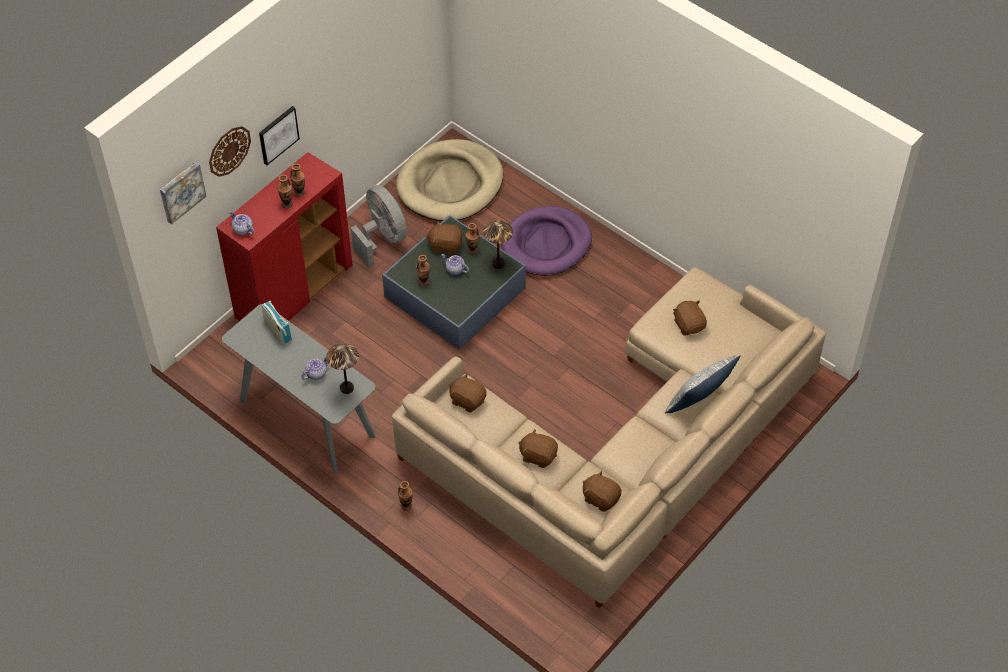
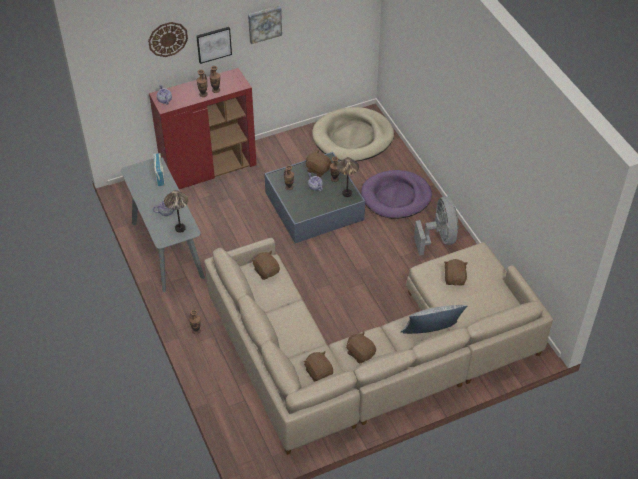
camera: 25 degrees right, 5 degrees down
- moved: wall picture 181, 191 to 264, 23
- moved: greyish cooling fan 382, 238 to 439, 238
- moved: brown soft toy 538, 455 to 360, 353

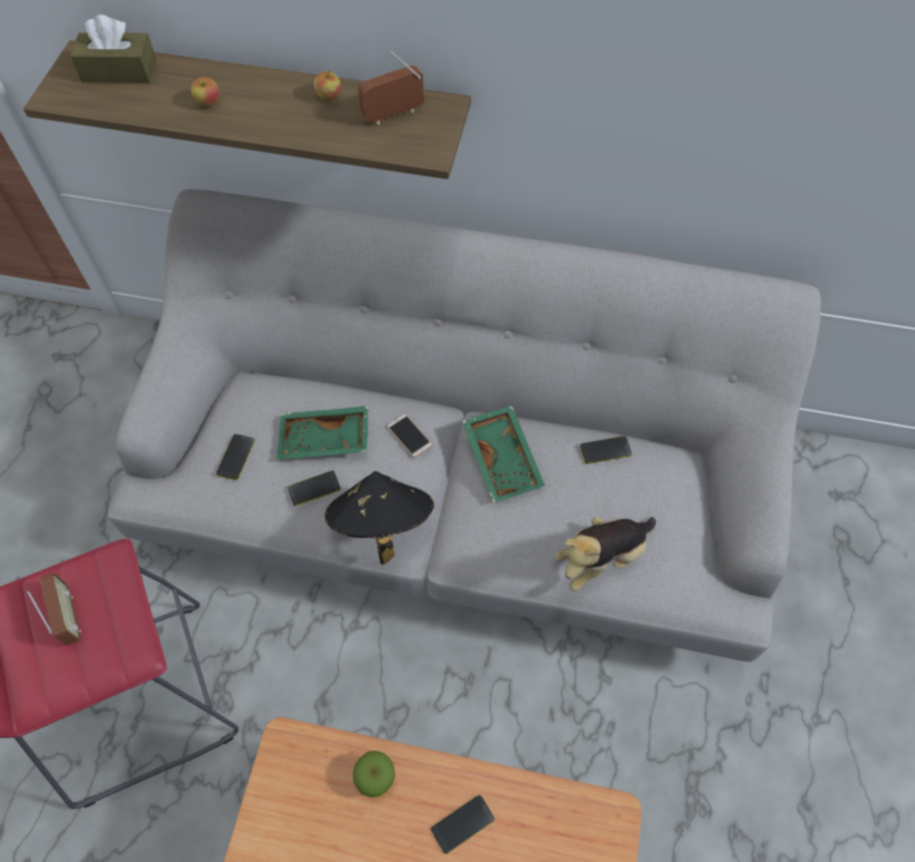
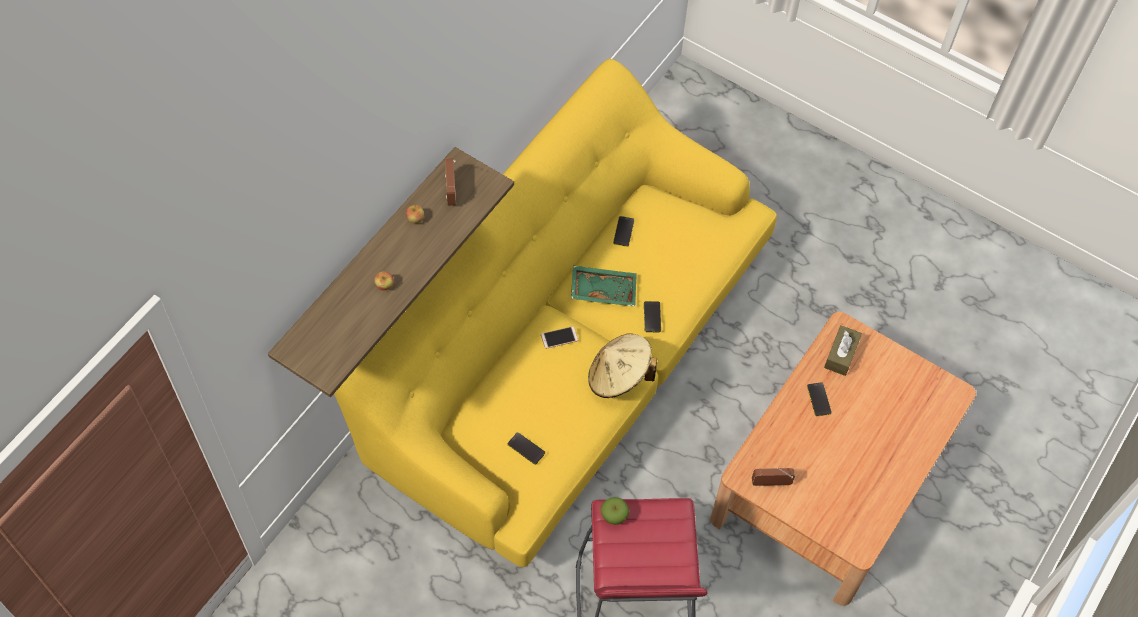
camera: 70 degrees left, 0 degrees up
- removed: greenish tray 324, 441
- removed: soft toy 601, 558
- moved: radio set 69, 617 to 771, 483
- moved: brown tissue box 119, 70 to 841, 355
- moved: handset 314, 488 to 652, 317
- moved: whole apple 376, 777 to 614, 516
- recoloured: greyish settee 457, 493 to yellow-coloured settee 566, 357
- recoloured: black-coloured clothing hat 381, 524 to beige clothing hat 619, 377

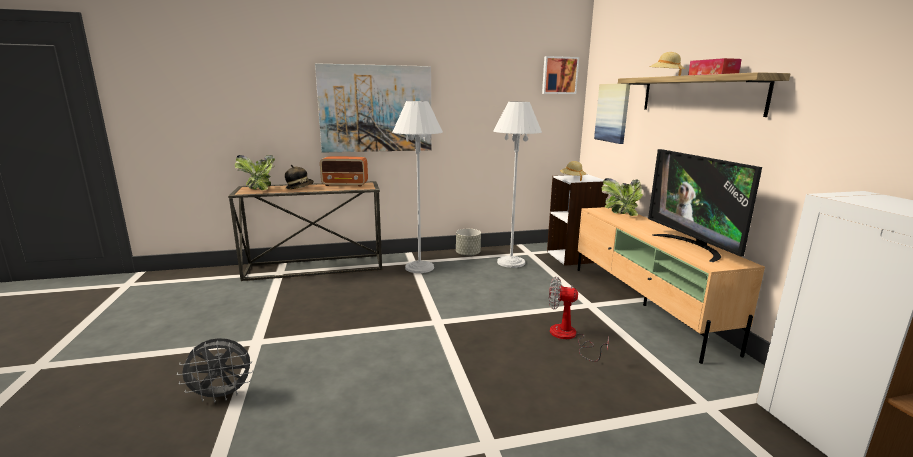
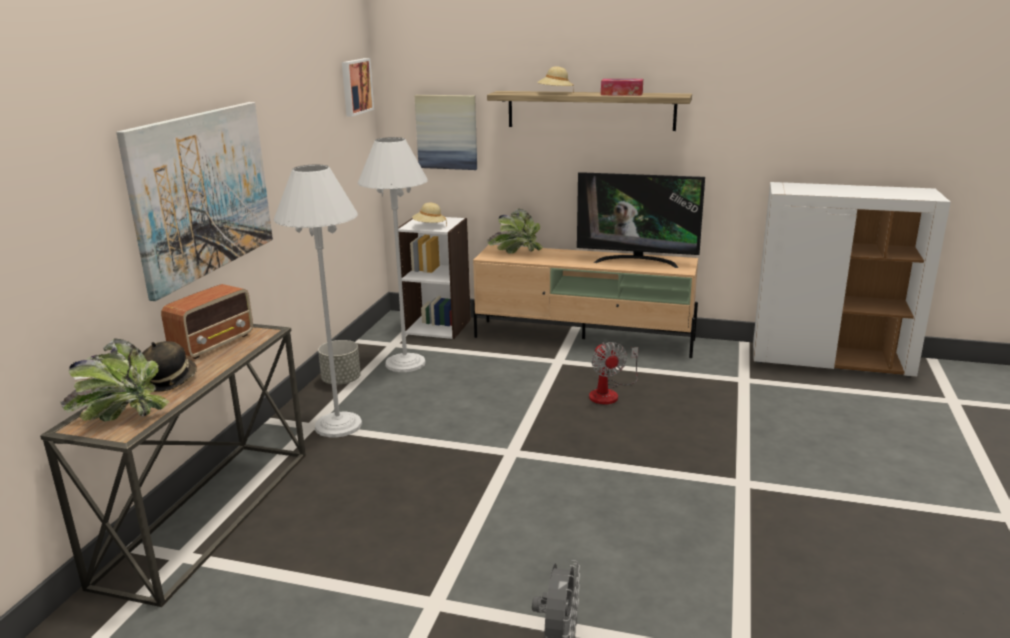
camera: 60 degrees left, 5 degrees up
- turned: cooling fan 569, 337 = 609, 393 60 degrees counterclockwise

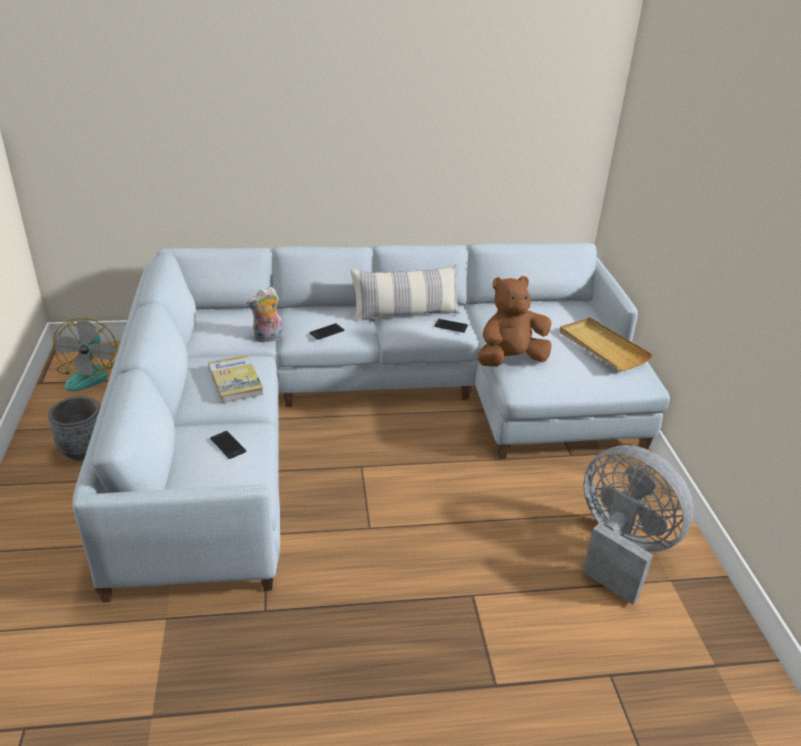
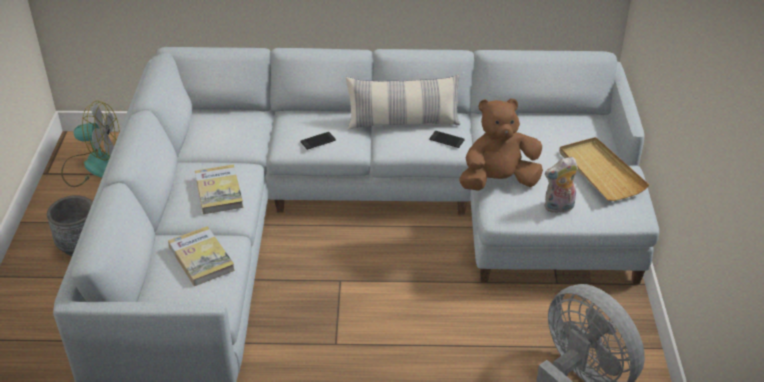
camera: 10 degrees right, 5 degrees up
- moved: soft toy 267, 338 to 559, 208
- replaced: handset 228, 445 to volume 201, 258
- turned: cooling fan 89, 374 = 93, 166 90 degrees counterclockwise

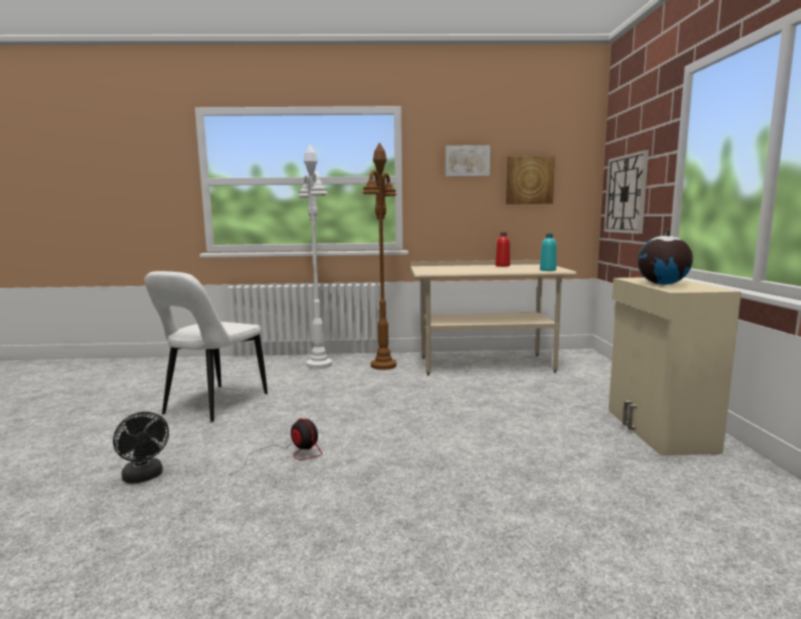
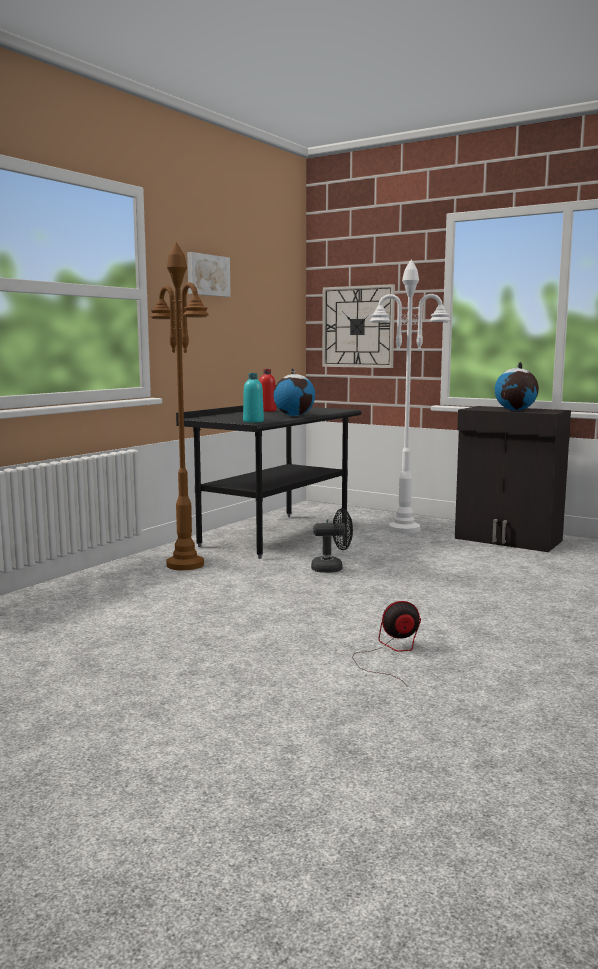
camera: 55 degrees left, 0 degrees up
- removed: white-coloured upright chair 213, 405
- removed: wall picture 529, 180
- added: world globe 294, 415
- moved: black-coloured cooling fan 144, 477 to 332, 568
- moved: white-coloured standing lamp 319, 365 to 404, 529
- moved: turquoise-coloured bottle 547, 270 to 253, 421
- recoloured: beige desk 485, 365 to black-coloured desk 275, 535
- recoloured: beige cabinet 658, 430 to black-coloured cabinet 508, 540

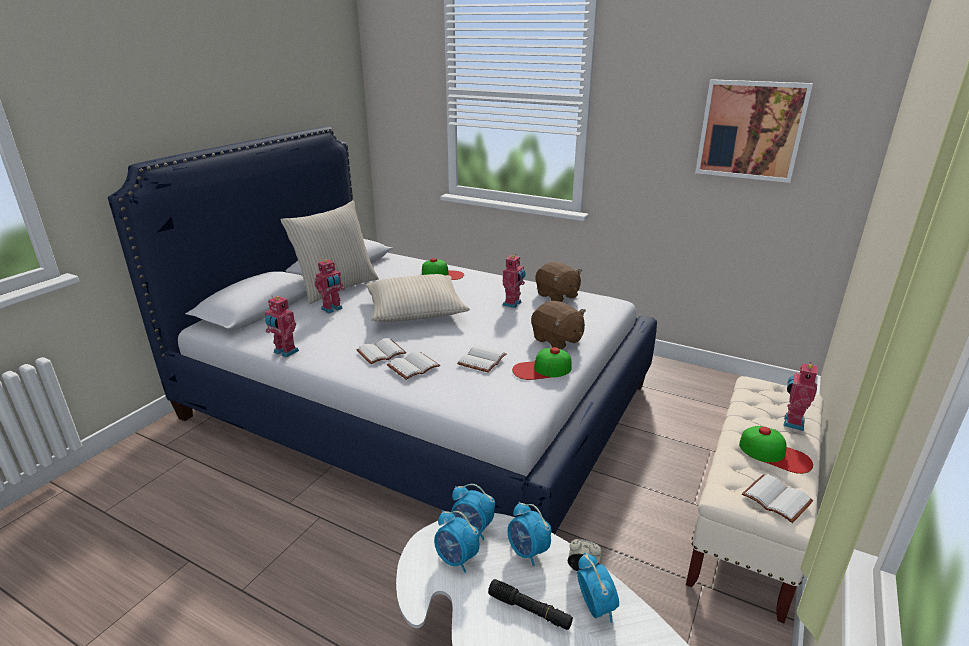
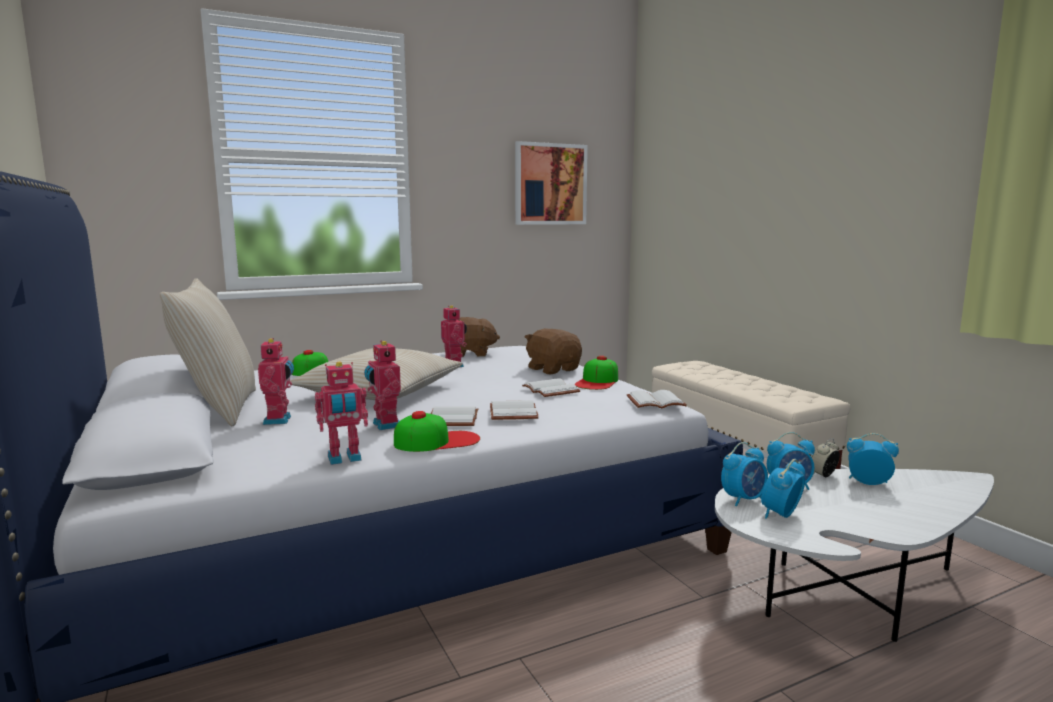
camera: 55 degrees left, 15 degrees down
- removed: black-coloured torch 529, 610
- moved: peaked cap 775, 454 to 437, 441
- moved: white-coloured volume 778, 499 to 656, 402
- moved: model robot 791, 422 to 385, 425
- turned: alarm clock 456, 559 = 780, 515 150 degrees clockwise
- turned: brown soft toy 557, 340 = 553, 369 120 degrees counterclockwise

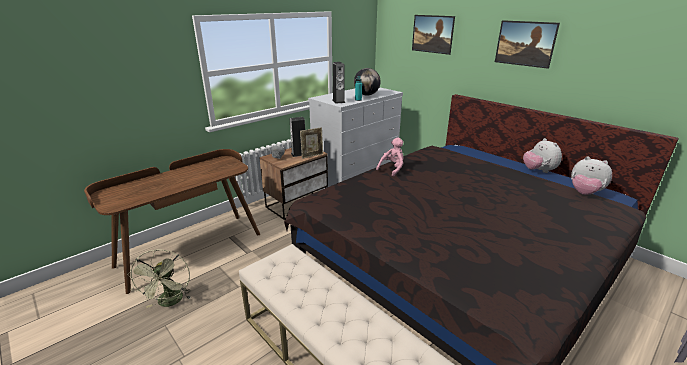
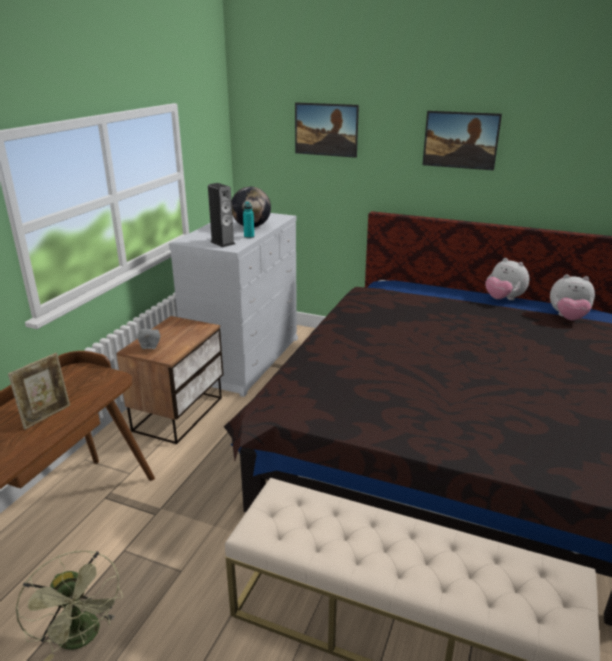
camera: 25 degrees left, 0 degrees up
- removed: loudspeaker 299, 154
- removed: pinkish soft toy 392, 169
- moved: photo frame 312, 156 to 47, 416

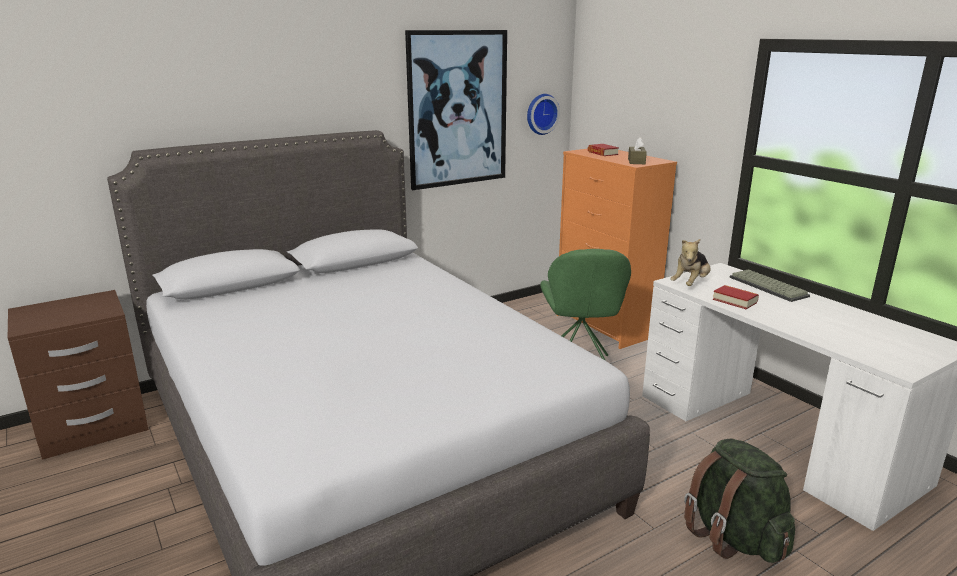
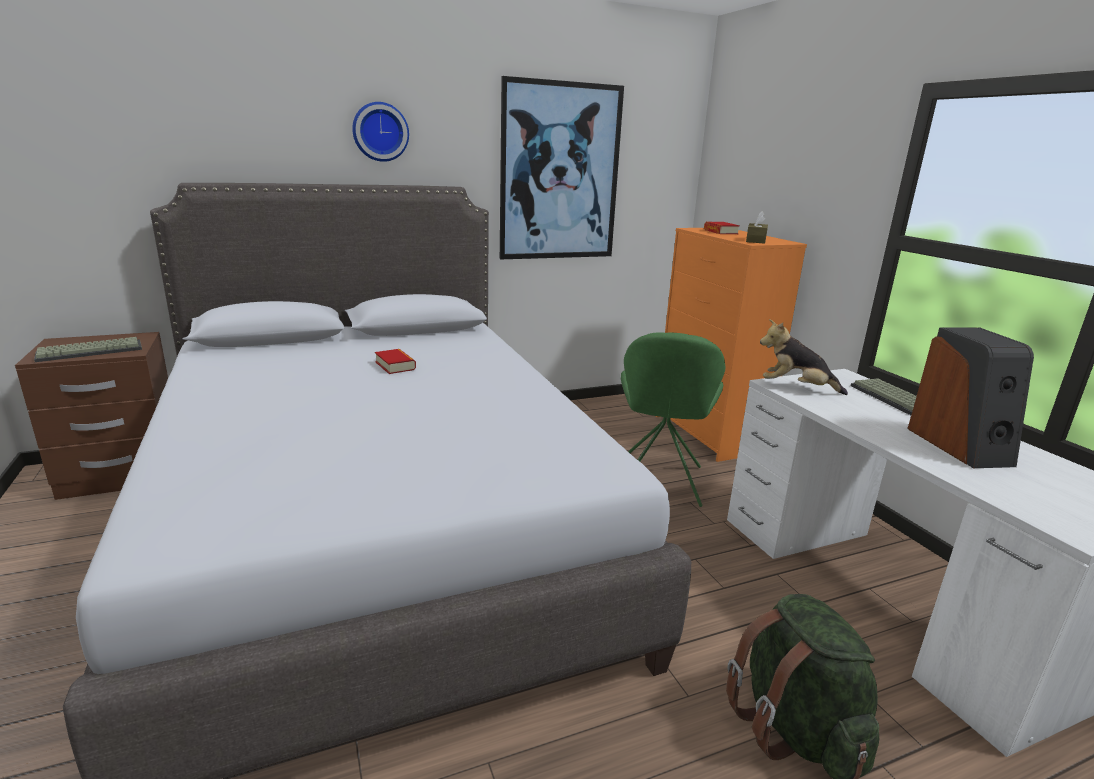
camera: 10 degrees right, 0 degrees up
- added: computer keyboard 91, 350
- added: loudspeaker 960, 446
- moved: wall clock 541, 114 to 380, 132
- moved: volume 735, 301 to 395, 366
- turned: soft toy 690, 284 = 796, 388 60 degrees clockwise

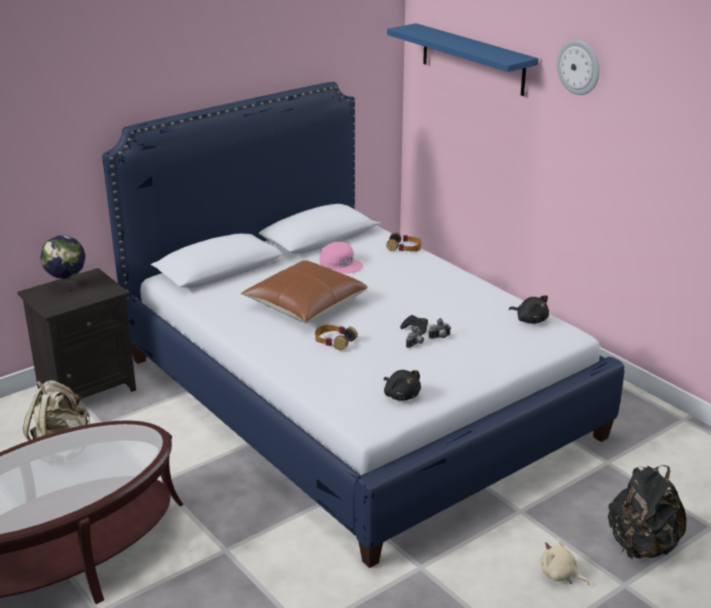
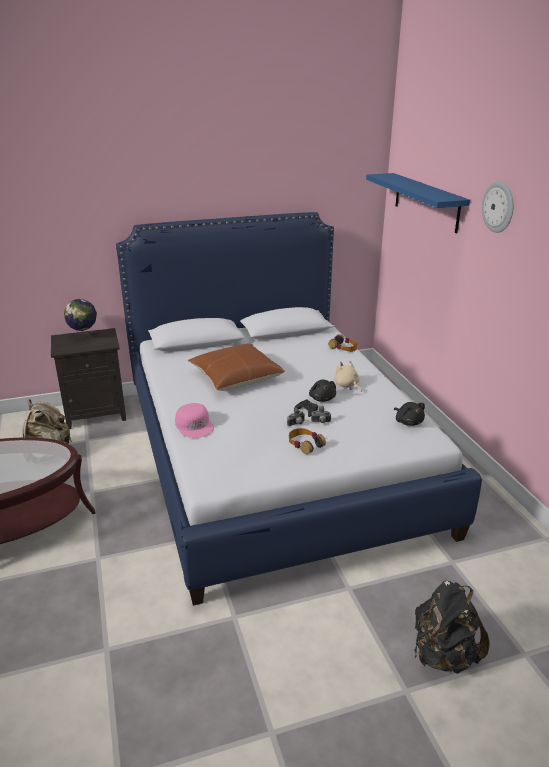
camera: 20 degrees right, 0 degrees up
- moved: headphones 334, 341 to 305, 444
- moved: pinkish peaked cap 341, 264 to 195, 425
- moved: black-coloured soft toy 401, 395 to 322, 398
- moved: beige soft toy 560, 575 to 347, 385

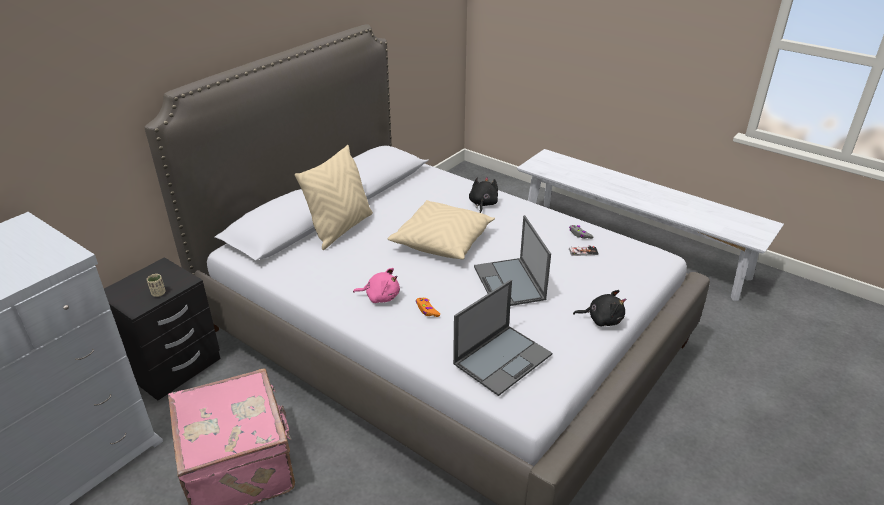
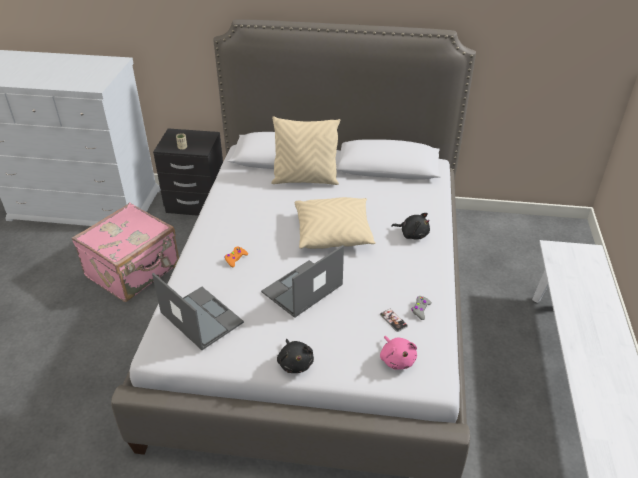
camera: 60 degrees right, 5 degrees up
- moved: pinkish soft toy 380, 297 to 397, 359
- turned: notebook computer 503, 358 = 200, 317 150 degrees counterclockwise
- turned: black-coloured soft toy 483, 204 = 412, 234 45 degrees clockwise

